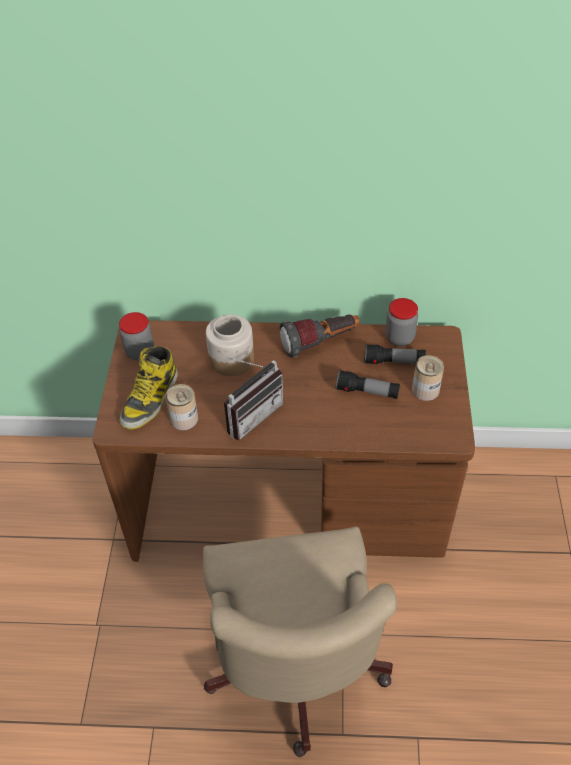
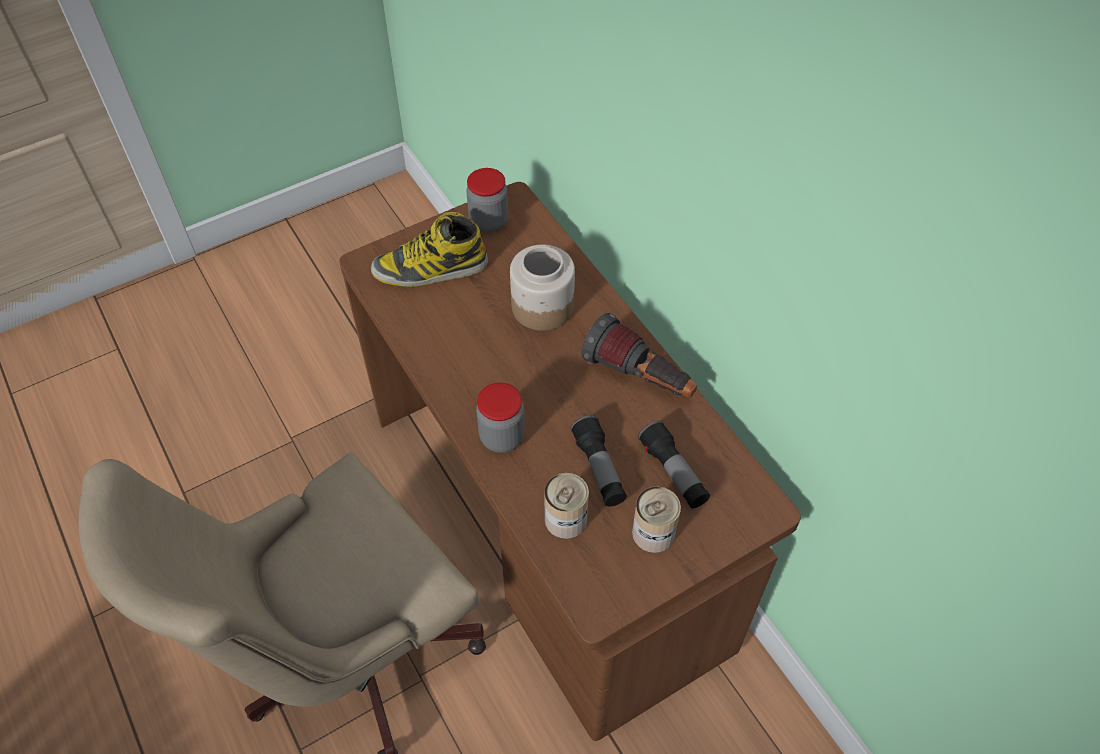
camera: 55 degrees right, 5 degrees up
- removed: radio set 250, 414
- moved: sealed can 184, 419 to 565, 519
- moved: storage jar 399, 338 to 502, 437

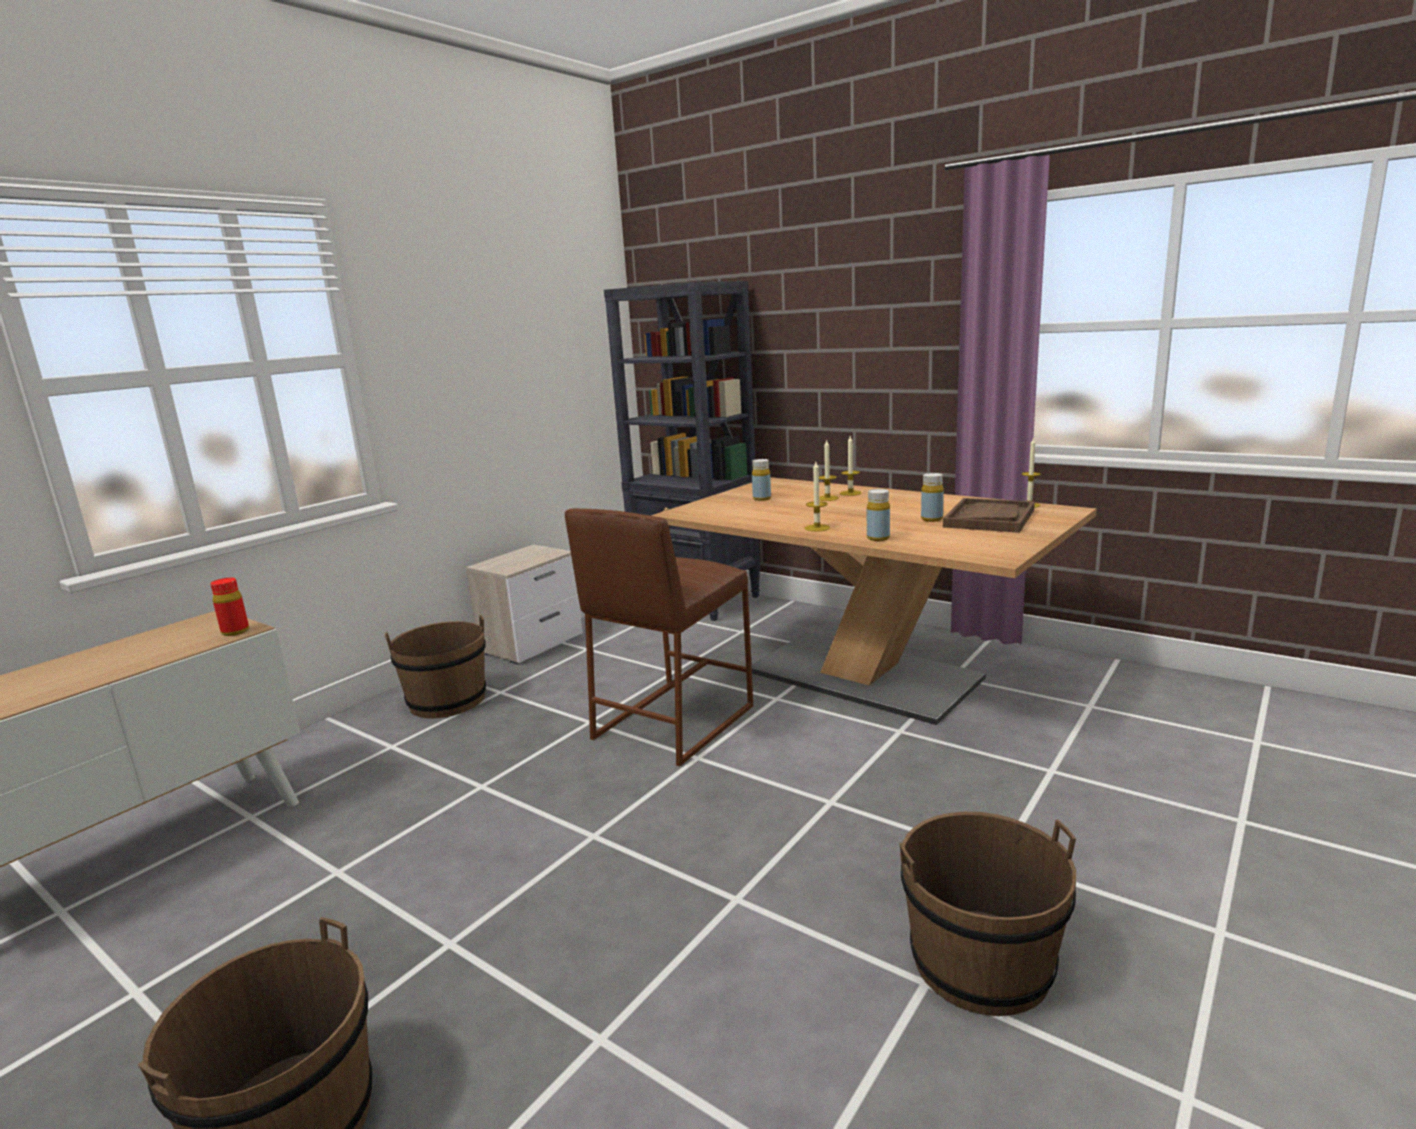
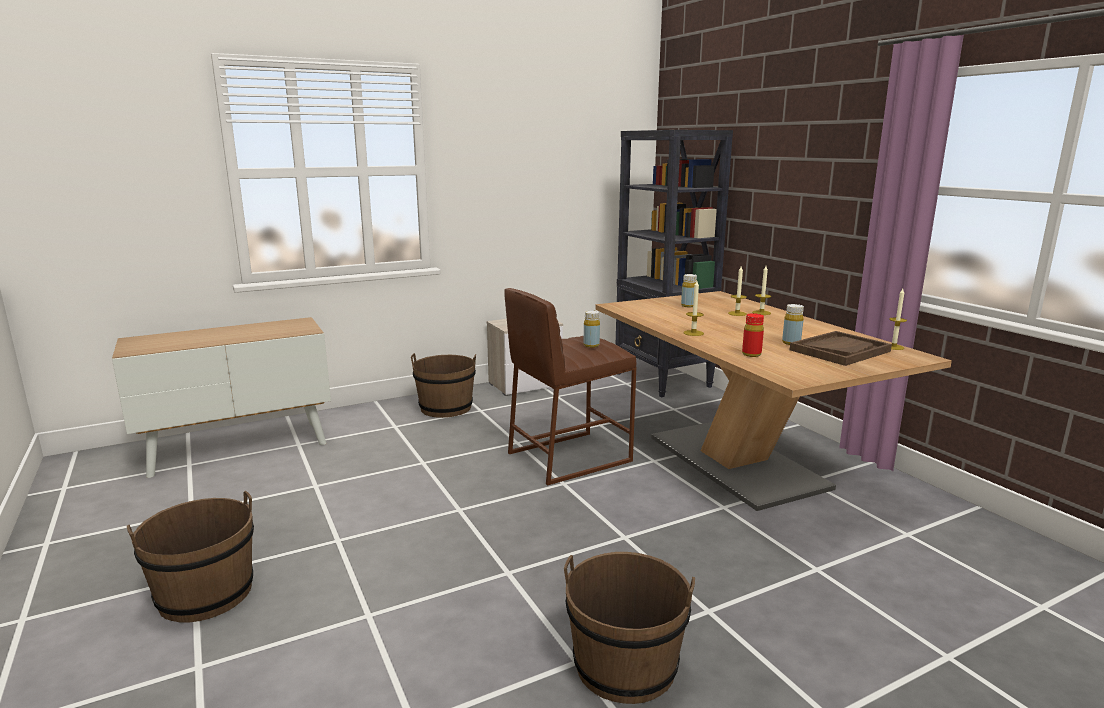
camera: 25 degrees right, 0 degrees up
- moved: red-coloured bottle 235, 631 to 751, 354
- moved: yellow-coloured bottle 878, 538 to 591, 345

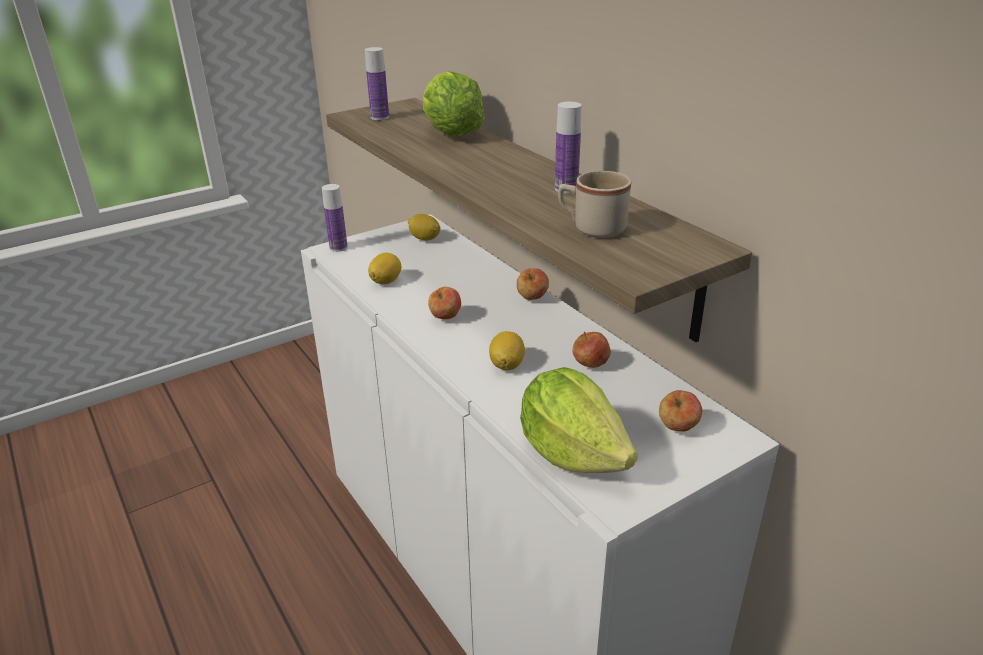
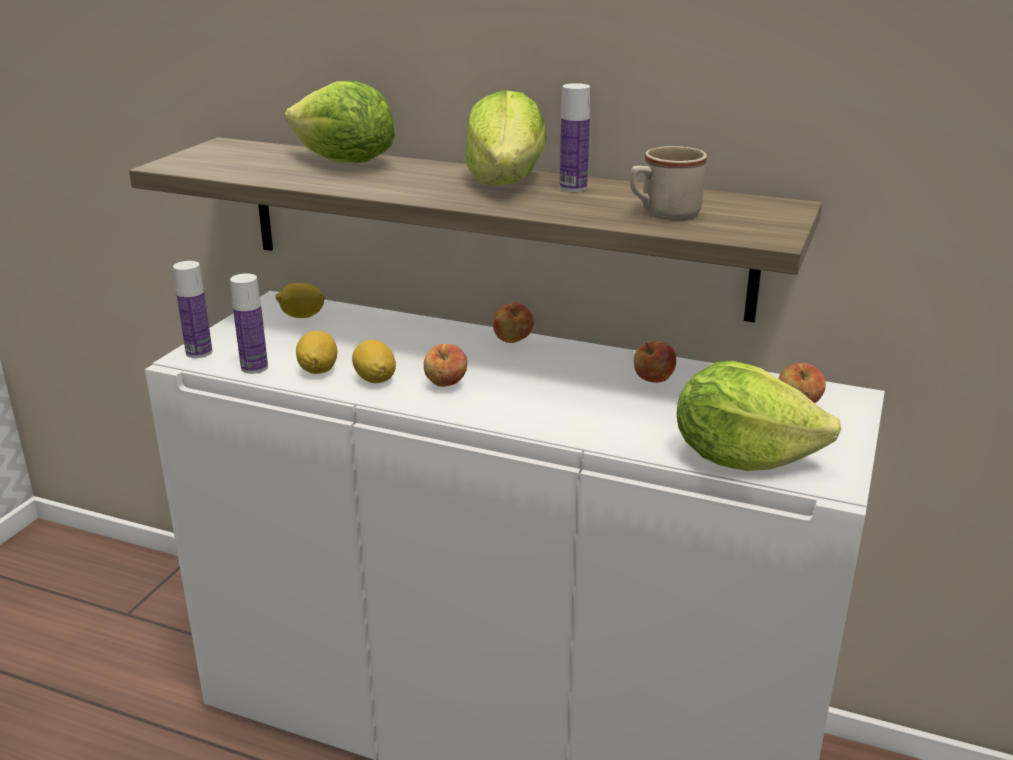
camera: 35 degrees left, 5 degrees down
- added: head of lettuce 506, 182
- moved: bottle 380, 117 to 254, 367
- moved: lemon 507, 365 to 375, 379

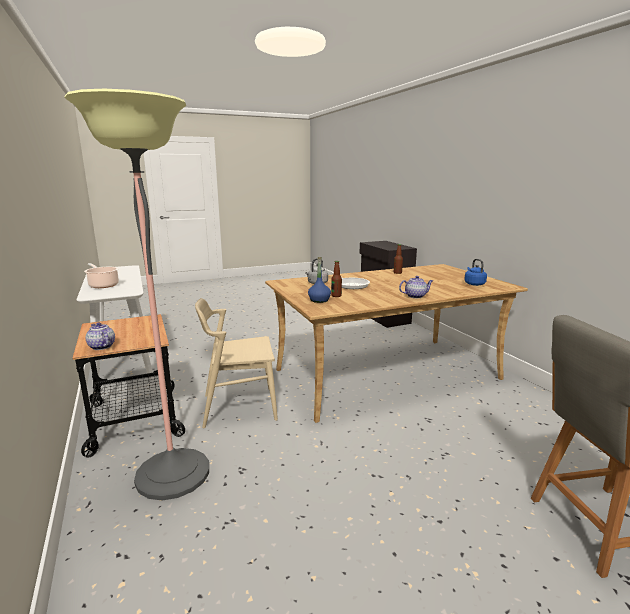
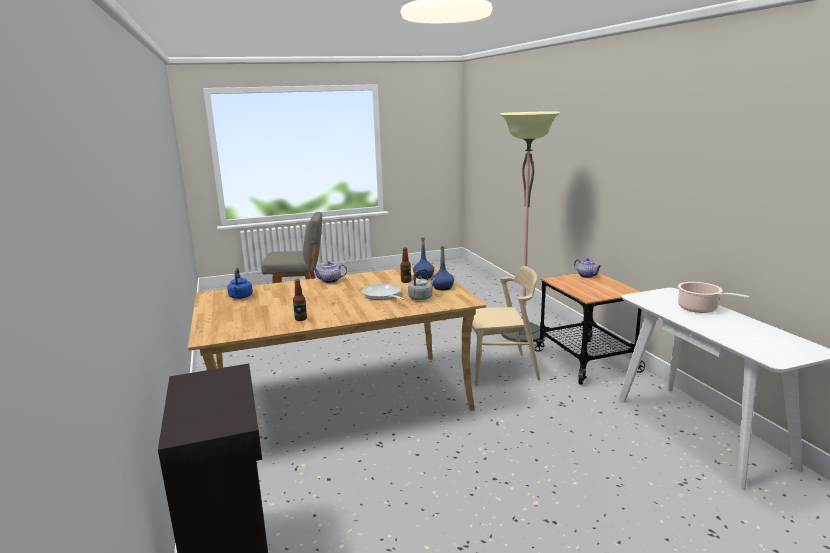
camera: 175 degrees left, 0 degrees up
- added: blue bottle 443, 287

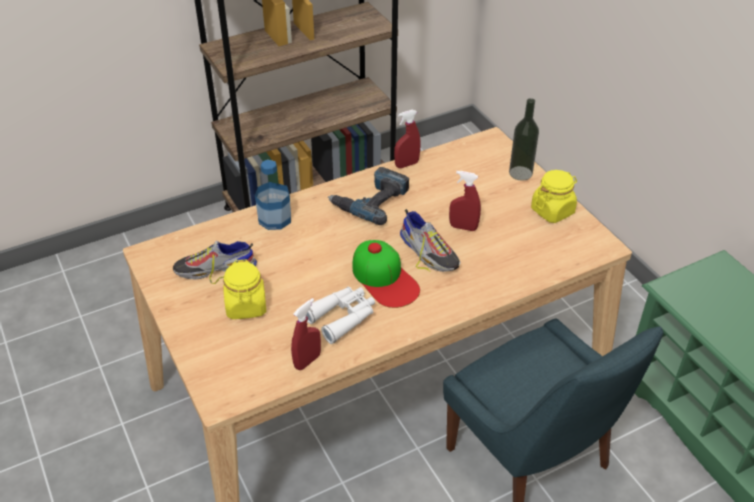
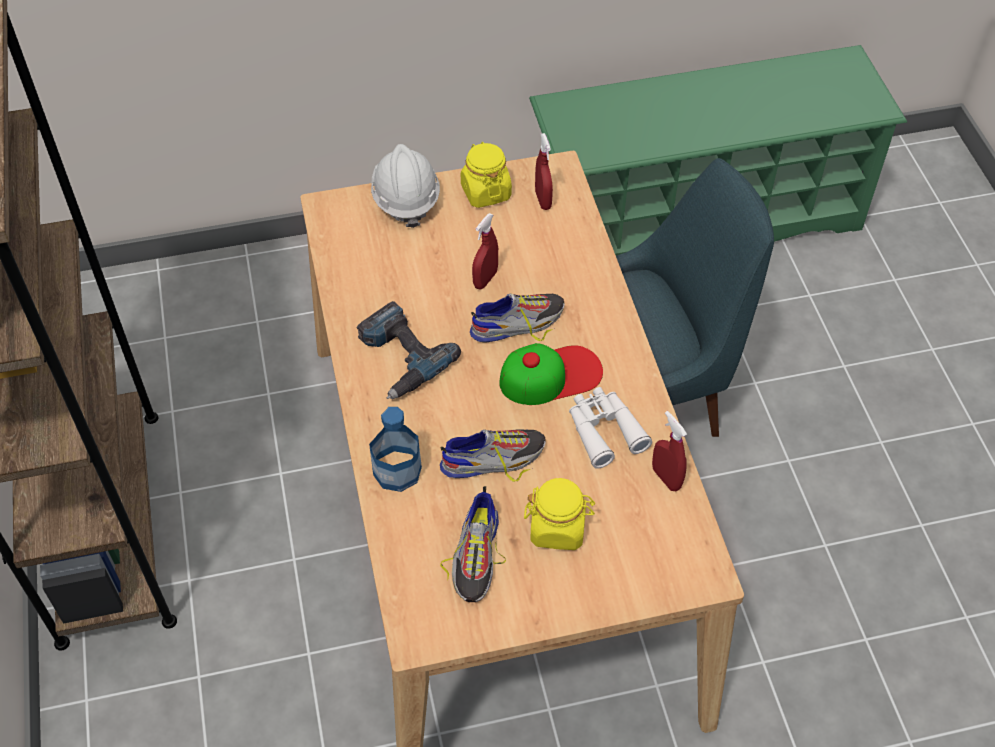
camera: 75 degrees left, 10 degrees up
- added: item of footwear 493, 458
- moved: red-coloured spray bottle 406, 164 to 543, 200
- replaced: bottle 520, 173 to white-coloured work helmet 405, 199

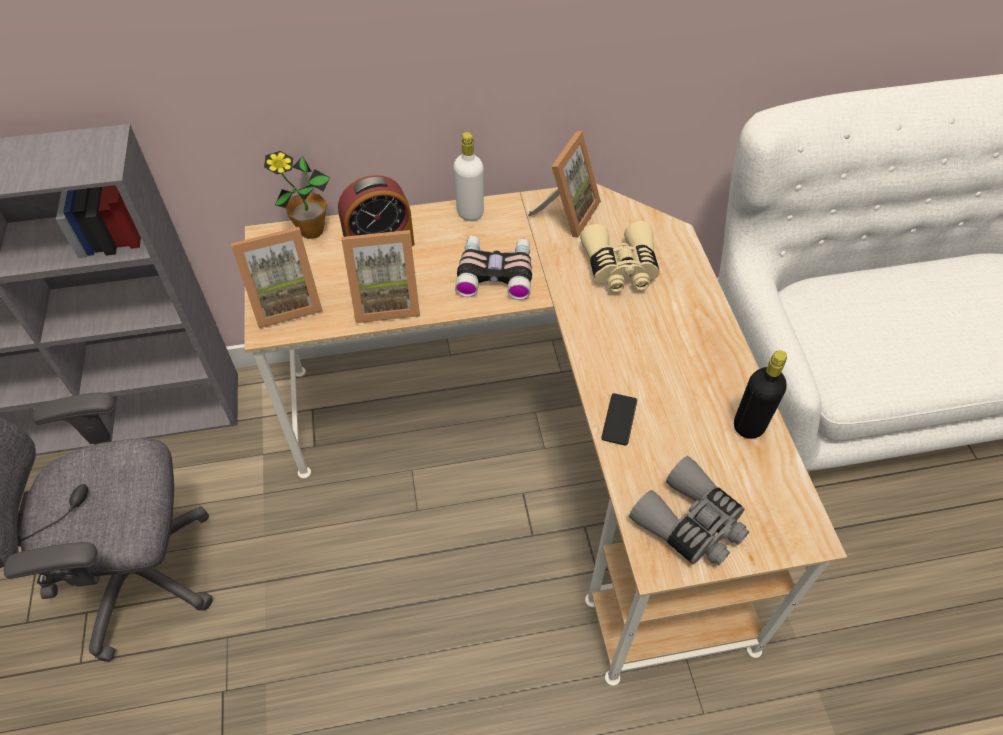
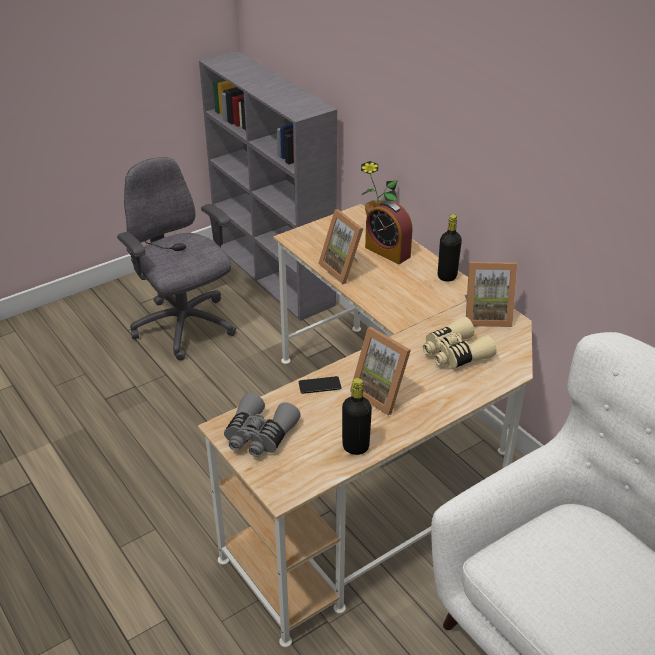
camera: 65 degrees right, 15 degrees down
- removed: binoculars 495, 272
- moved: photo frame 285, 302 to 382, 393
- recoloured: white-coloured bottle 470, 213 to black-coloured bottle 447, 276

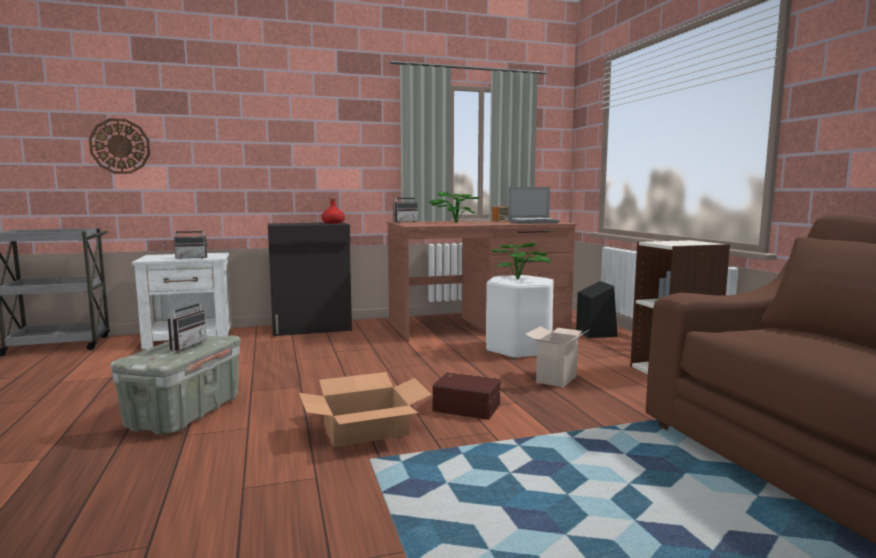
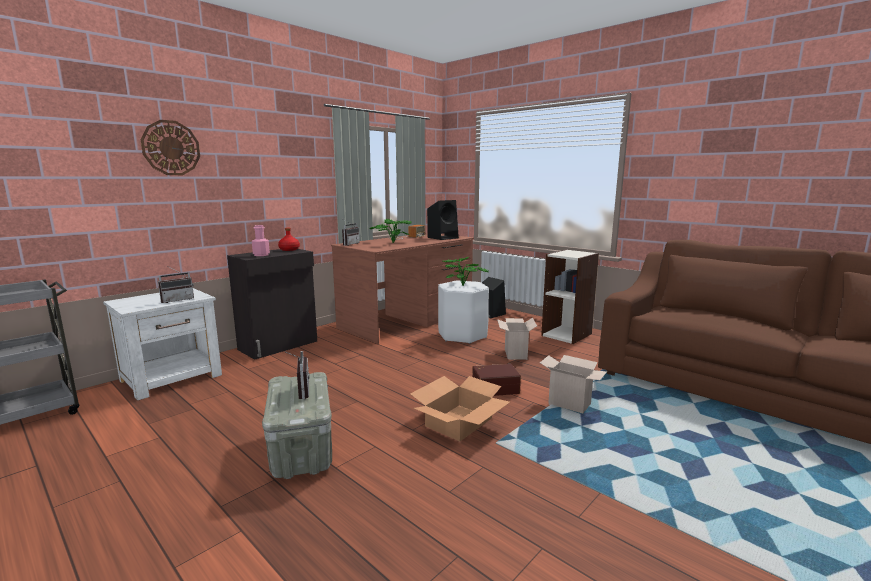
camera: 30 degrees left, 5 degrees up
- added: pinkish bottle 261, 255
- added: cardboard box 571, 404
- moved: wall clock 120, 146 to 171, 148
- replaced: notebook computer 533, 222 to black-coloured loudspeaker 443, 237

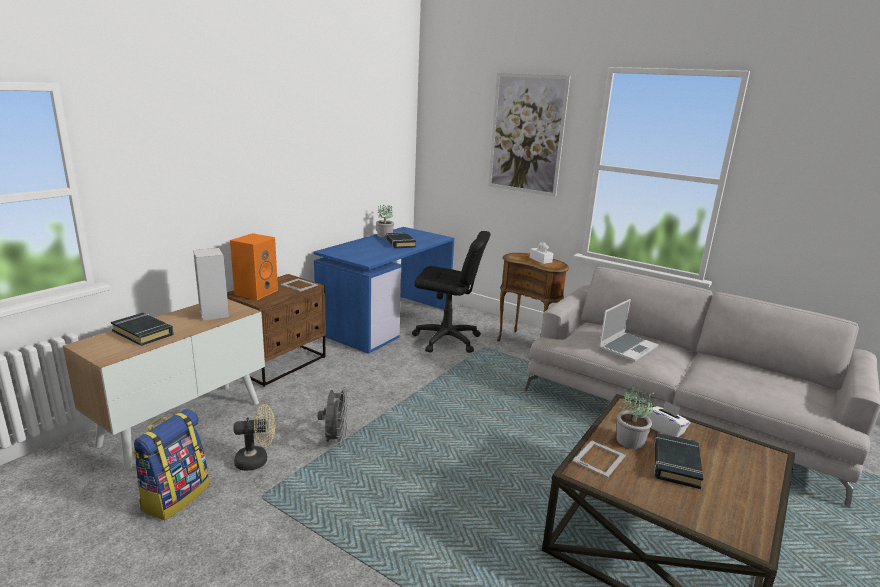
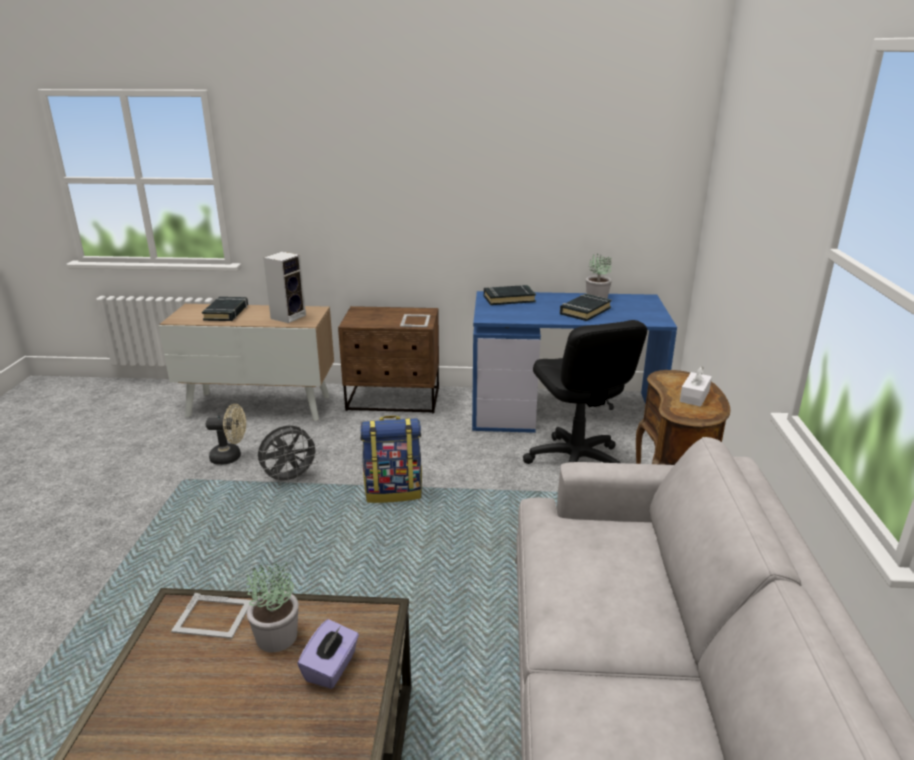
camera: 60 degrees right, 5 degrees up
- removed: orange loudspeaker 256, 292
- removed: wall picture 526, 134
- removed: notebook computer 627, 347
- moved: knapsack 175, 497 to 394, 492
- moved: black-coloured volume 675, 464 to 509, 299
- recoloured: white-coloured tissue box 665, 430 to purple-coloured tissue box 331, 668
- turned: beige cooling fan 257, 460 = 231, 457 45 degrees counterclockwise

